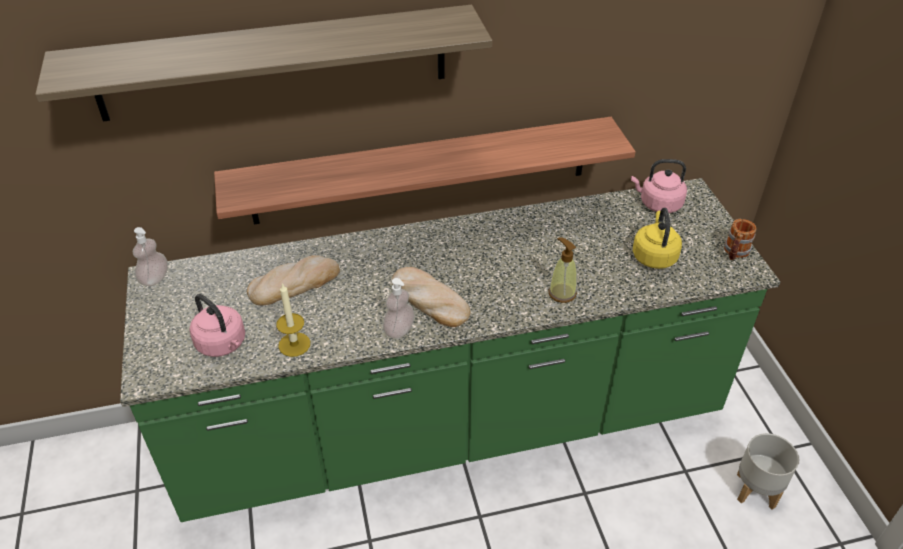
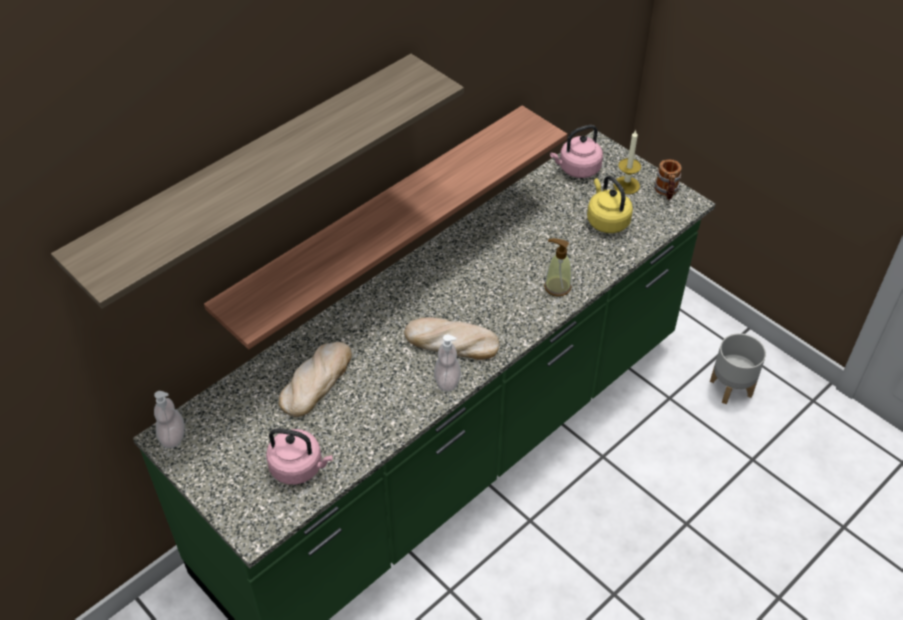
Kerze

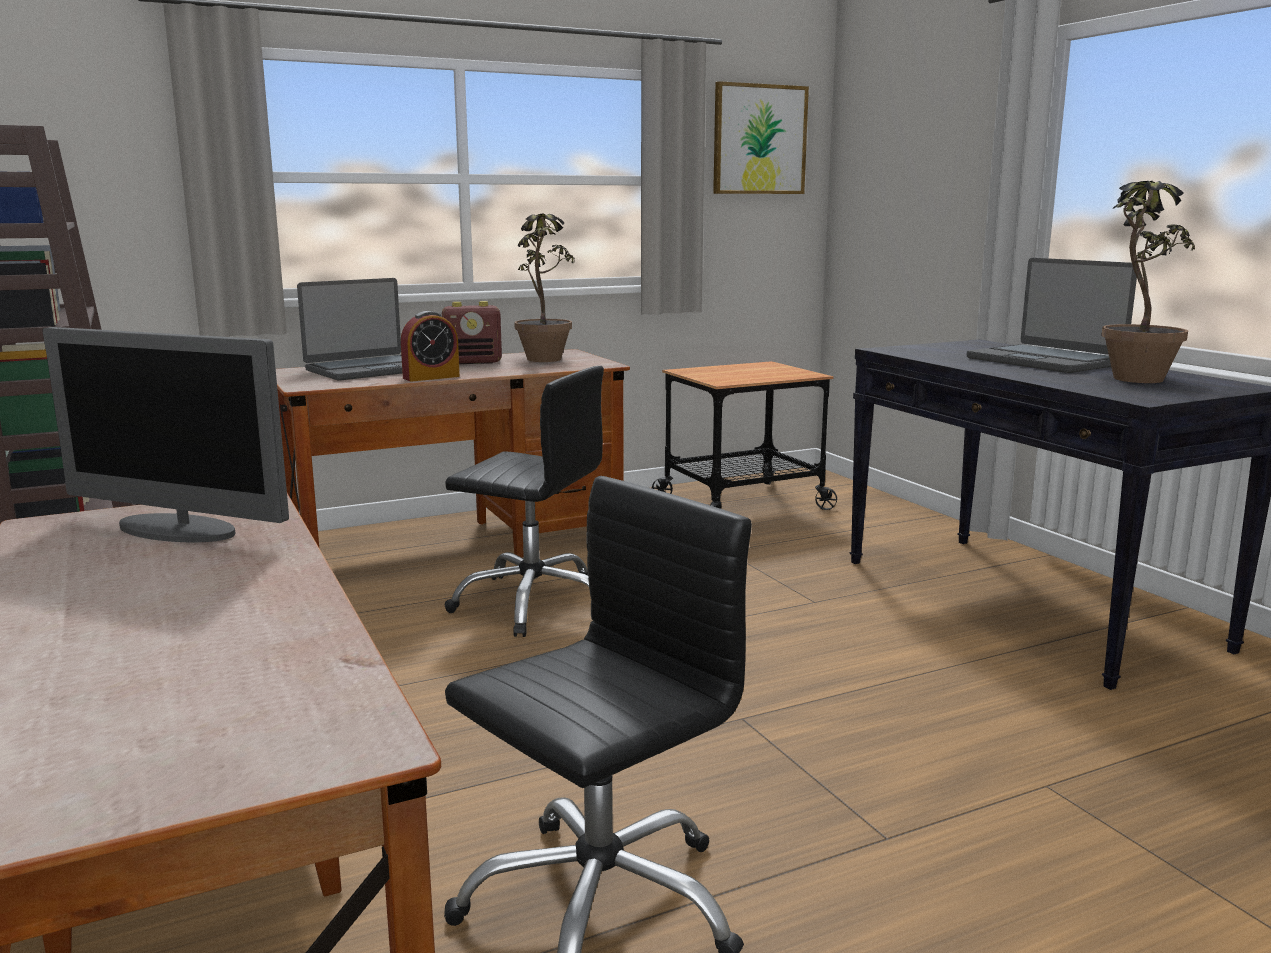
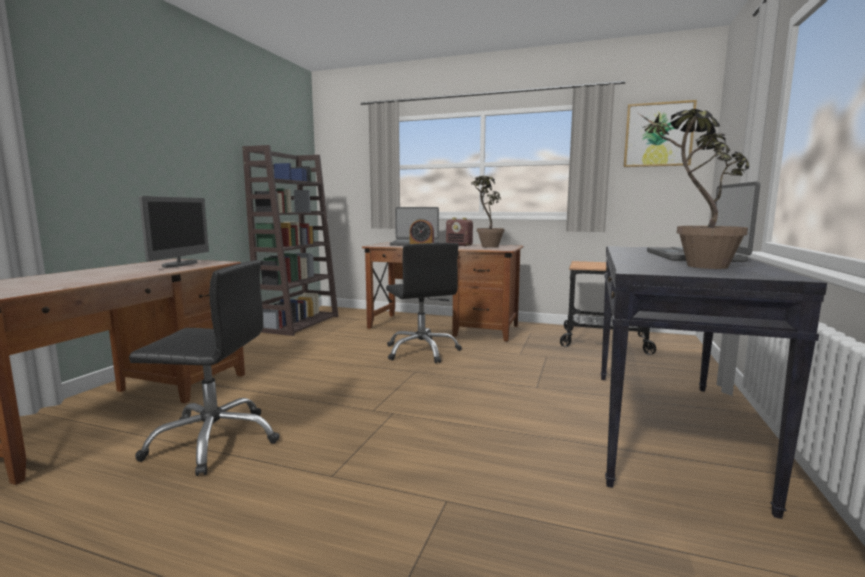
Monitor

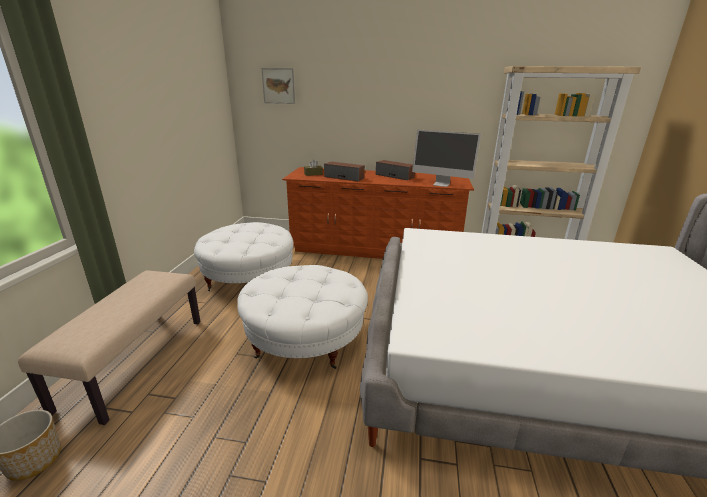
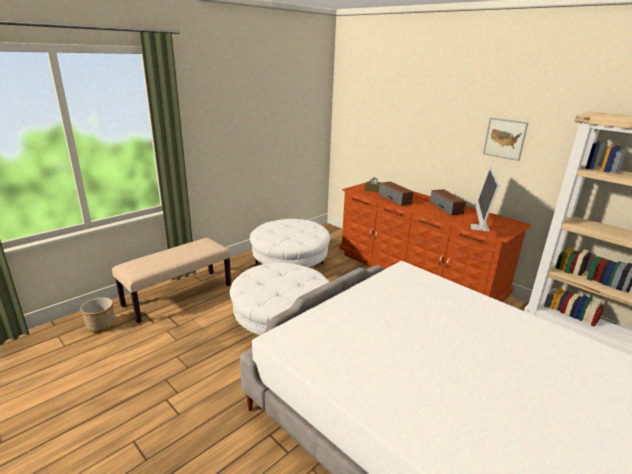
Bild; Monitor

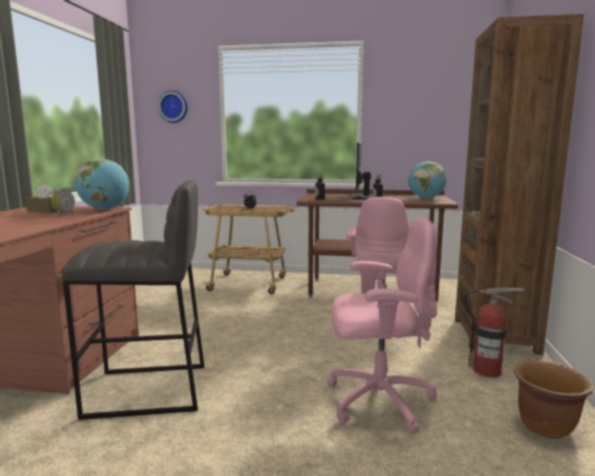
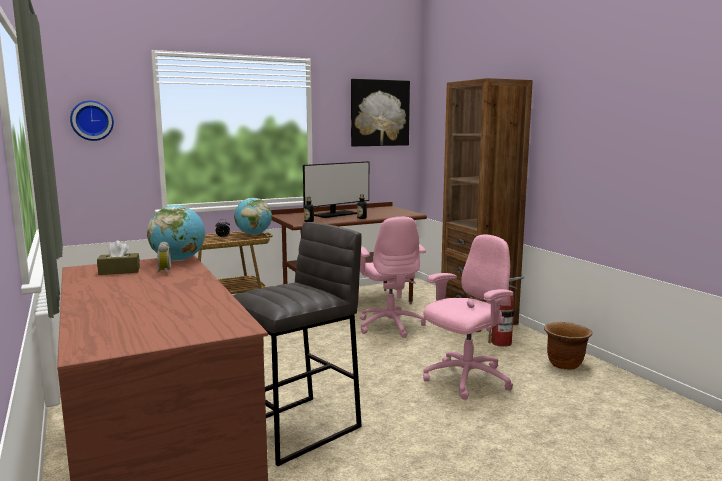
Bild; Globus (2nd from left); Monitor

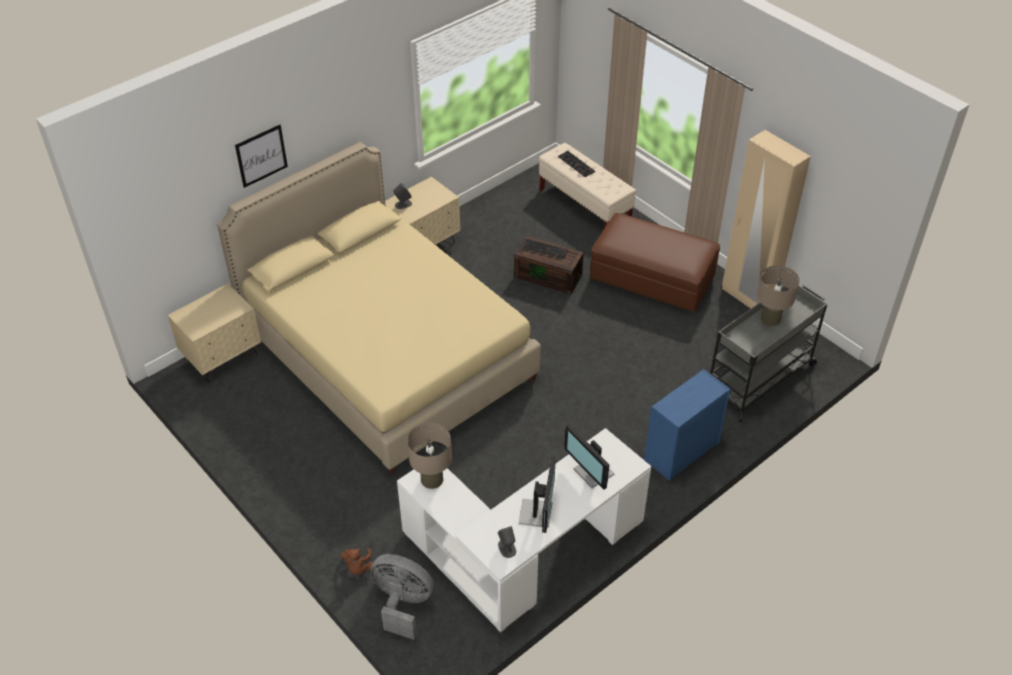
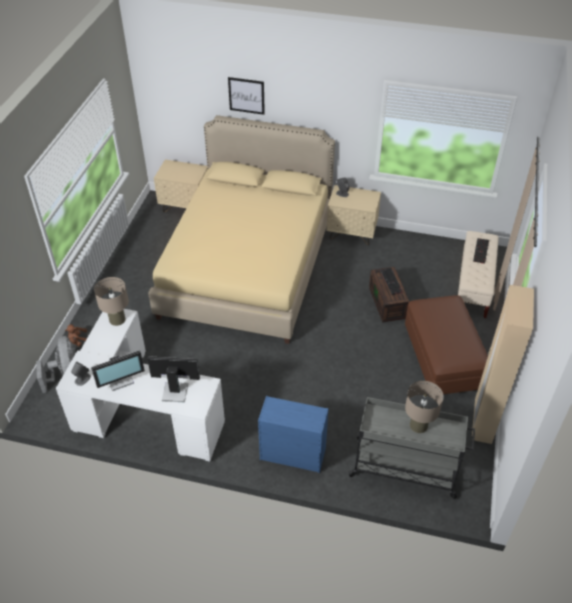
Monitor (2nd from left)

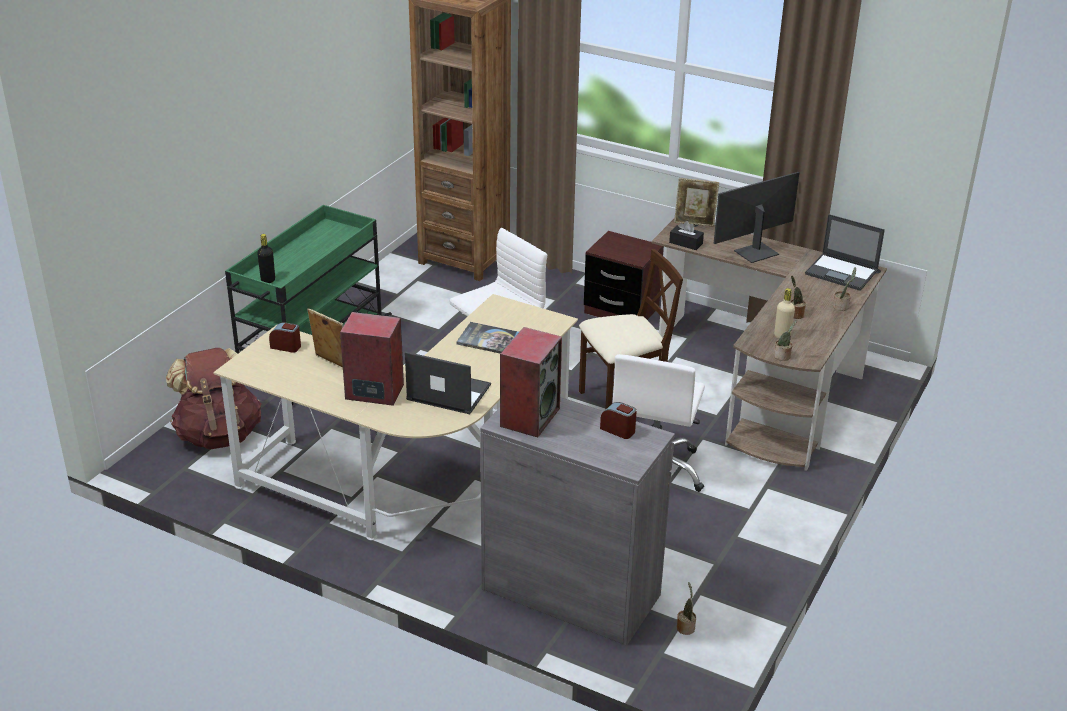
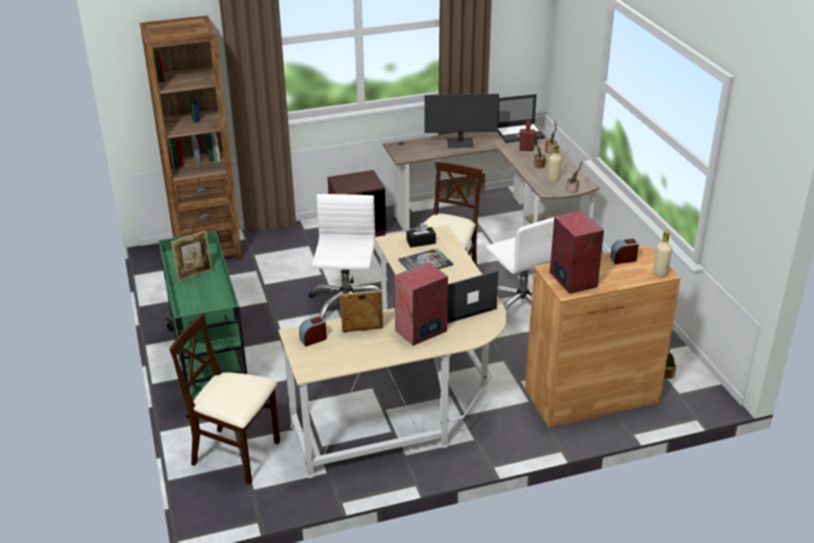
Flasche/schwarz; Flasche/rot; Flasche/beige (2nd from left); Taschentuchbox/schwarz; Bilderrahmen (1st from left); Stuhl/beige (1st from left); Schrank/braun; Monitor

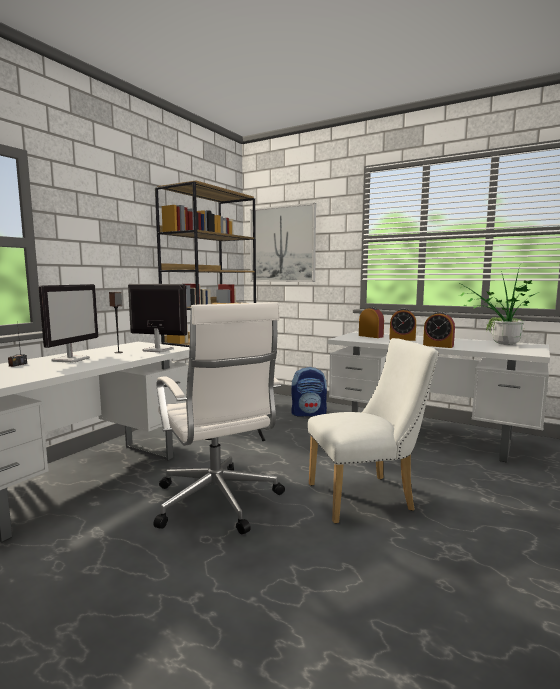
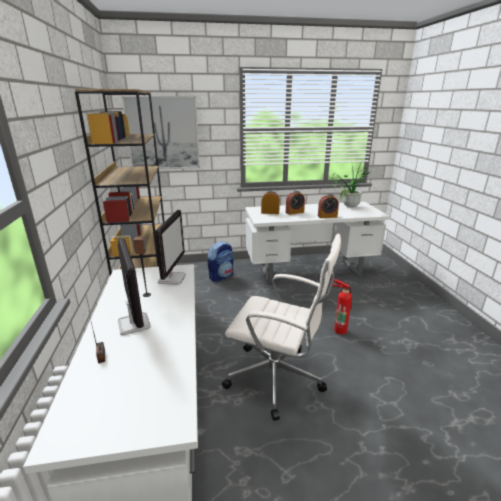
Feuerlöscher; Monitor (2nd from left)

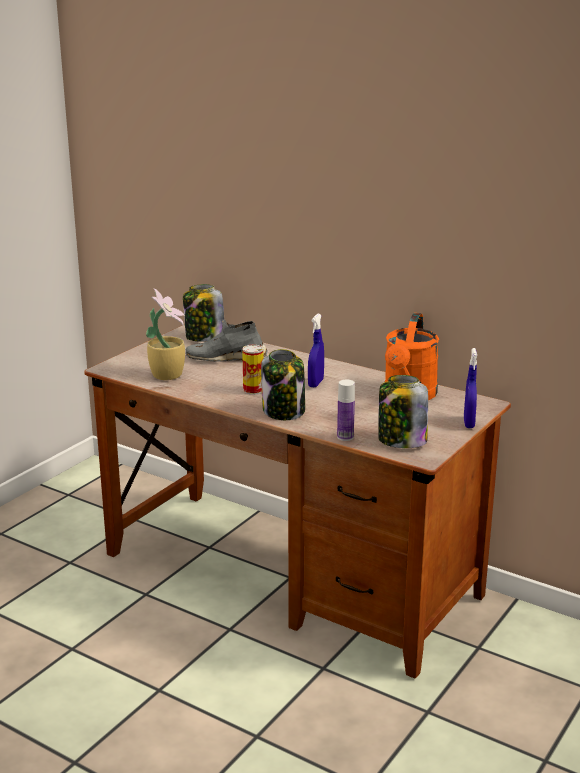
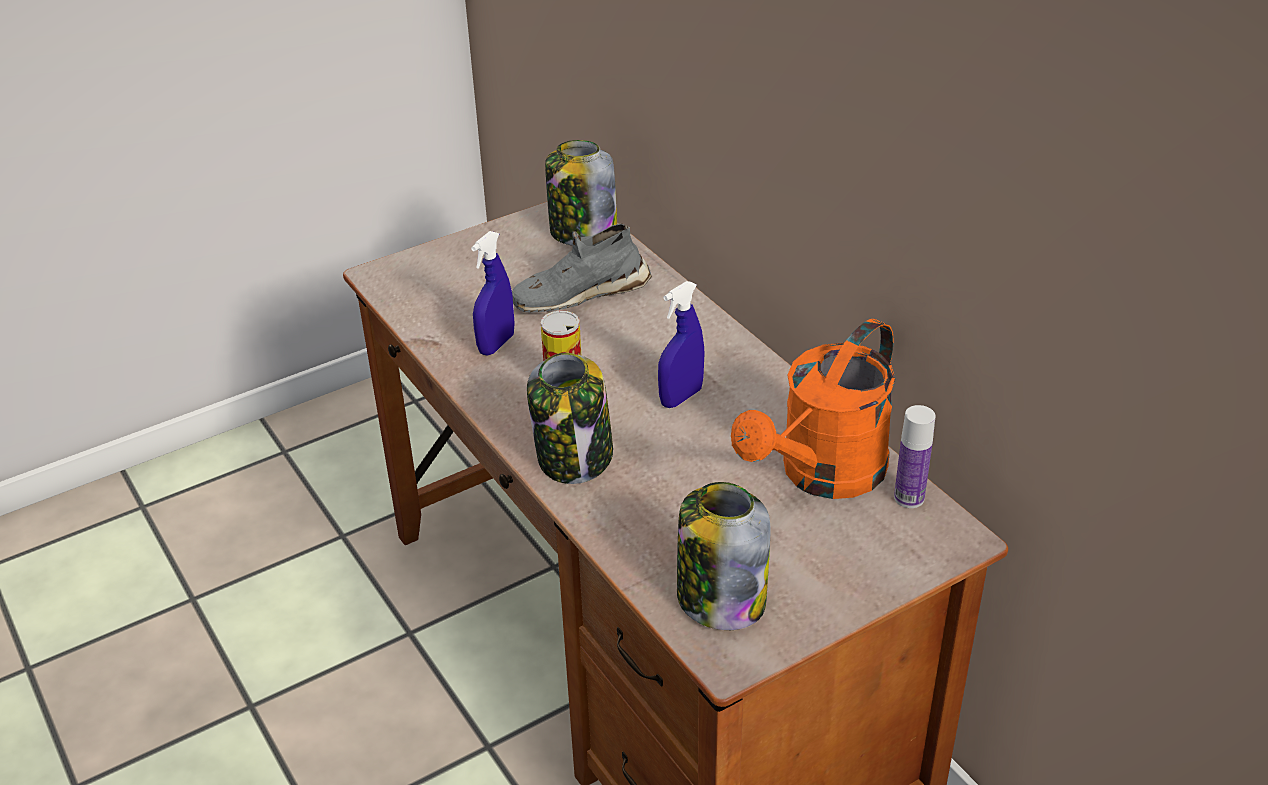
Topfpflanze; Flasche; Sprühflasche/blau (1st from left); Schuh/grau

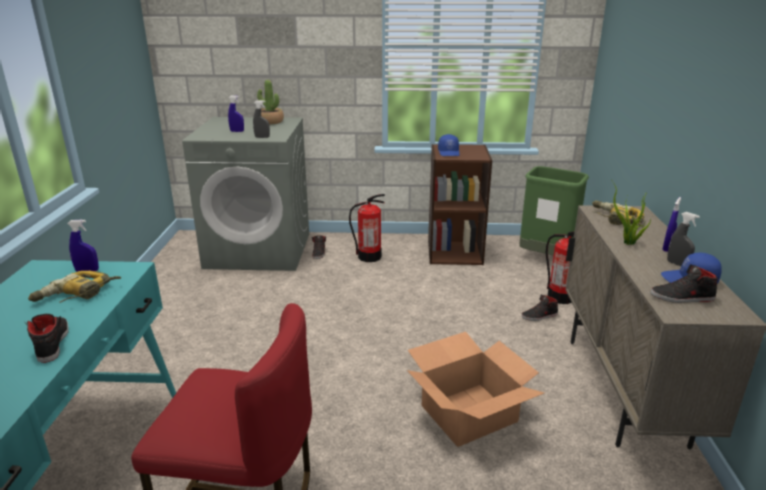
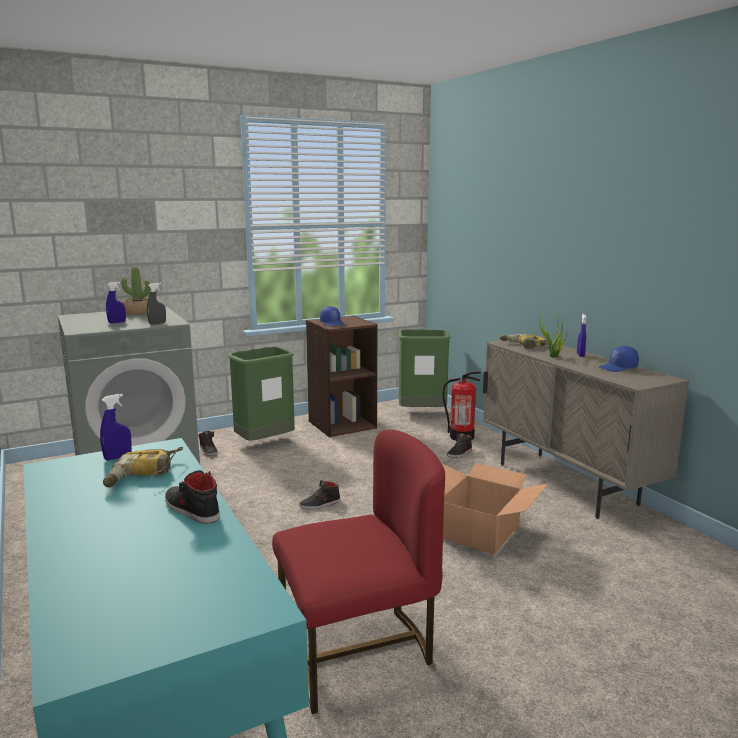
Sprühflasche/grau (2nd from left in the first image); Schuh/schwarz (3rd from left); Mülleimer/grün (1st from left)

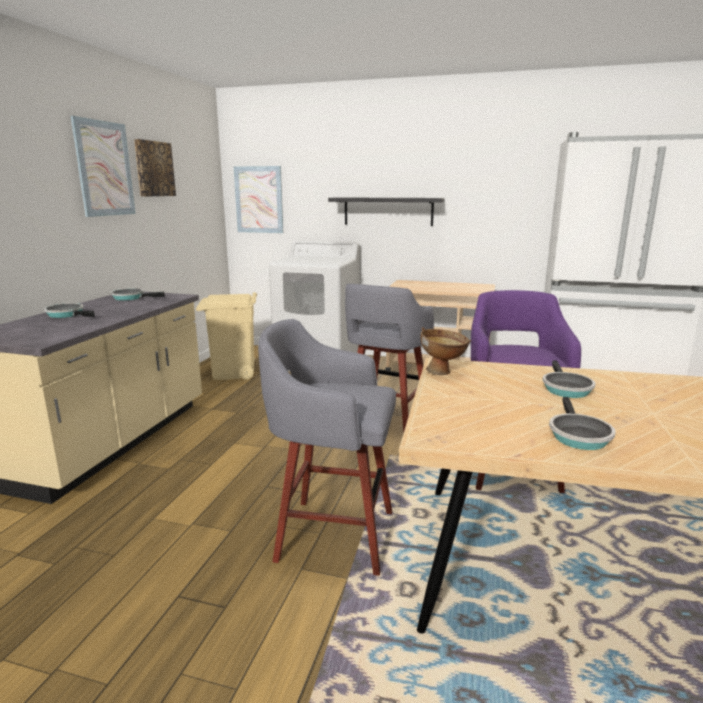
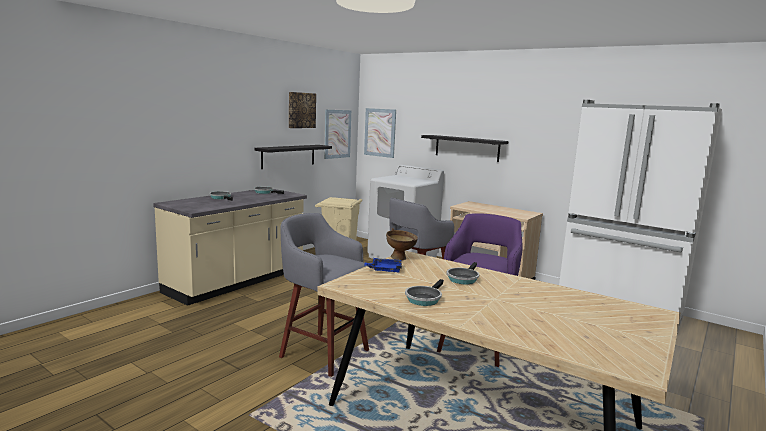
Wandregal/schwarz (1st from left); Tablett/blau; Bild (2nd from left)

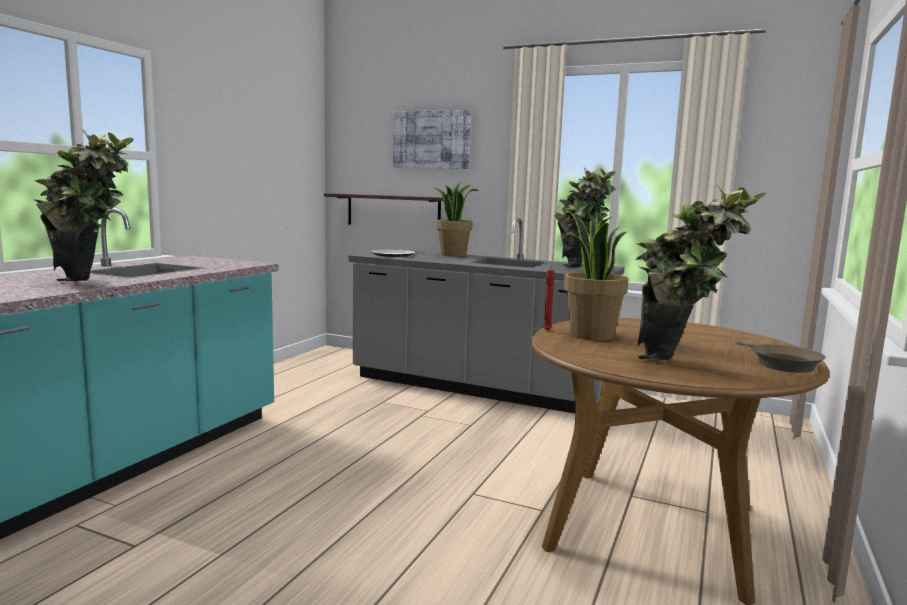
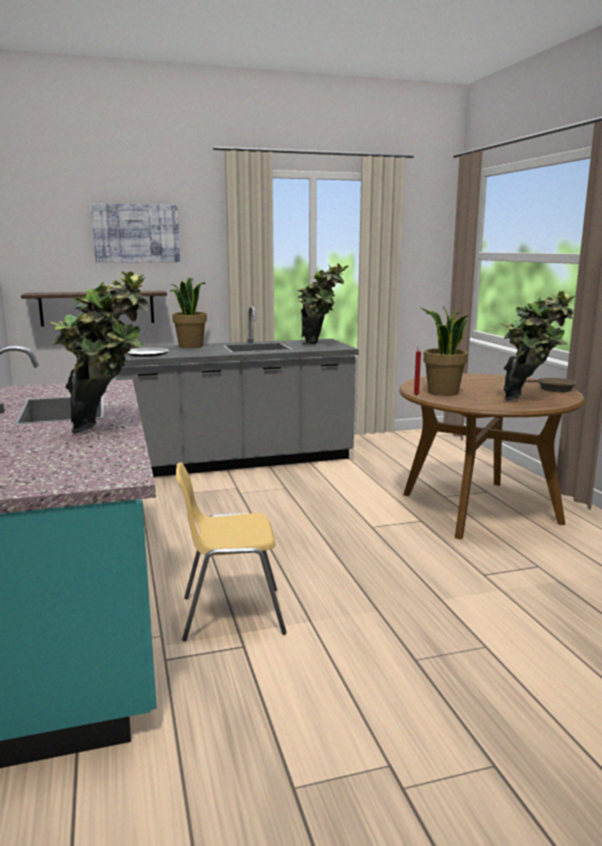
Stuhl/gelb

